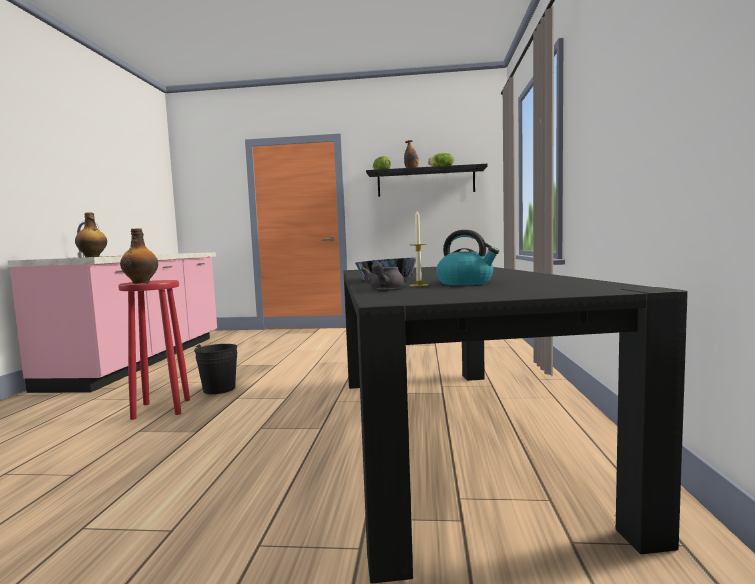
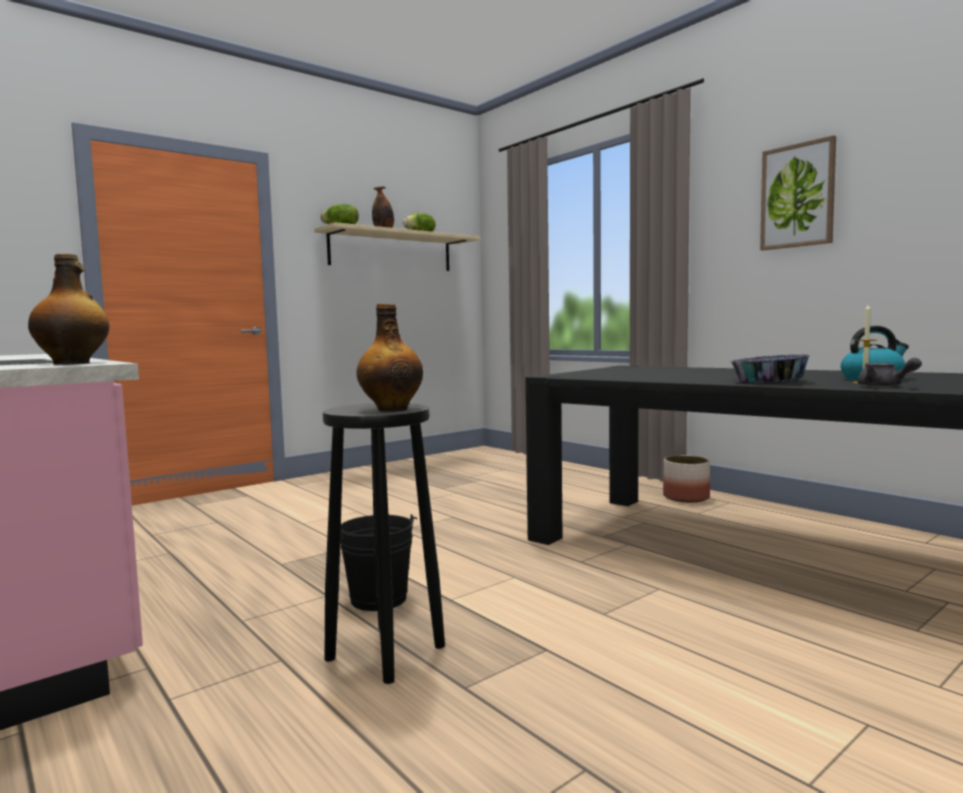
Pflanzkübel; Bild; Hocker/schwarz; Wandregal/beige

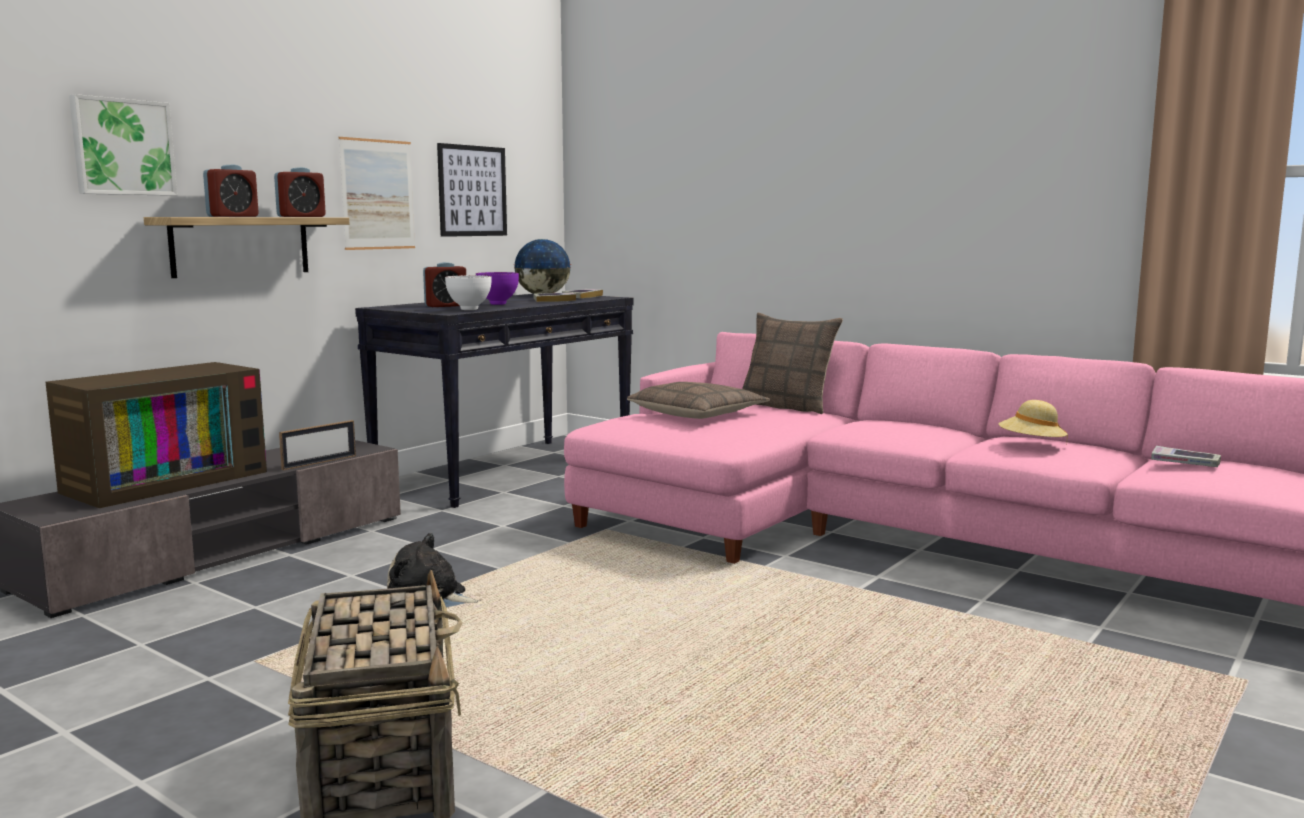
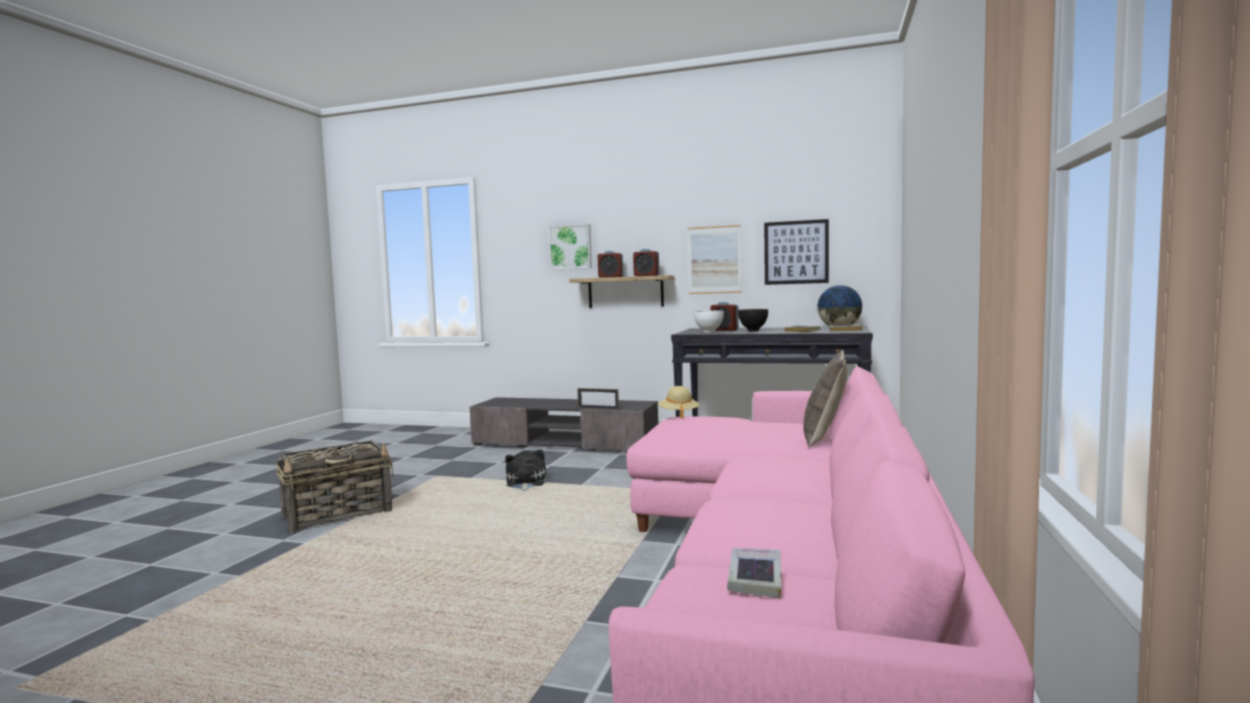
Fernseher; Kissen (1st from left in the first image); Hut/beige; Schüssel/schwarz

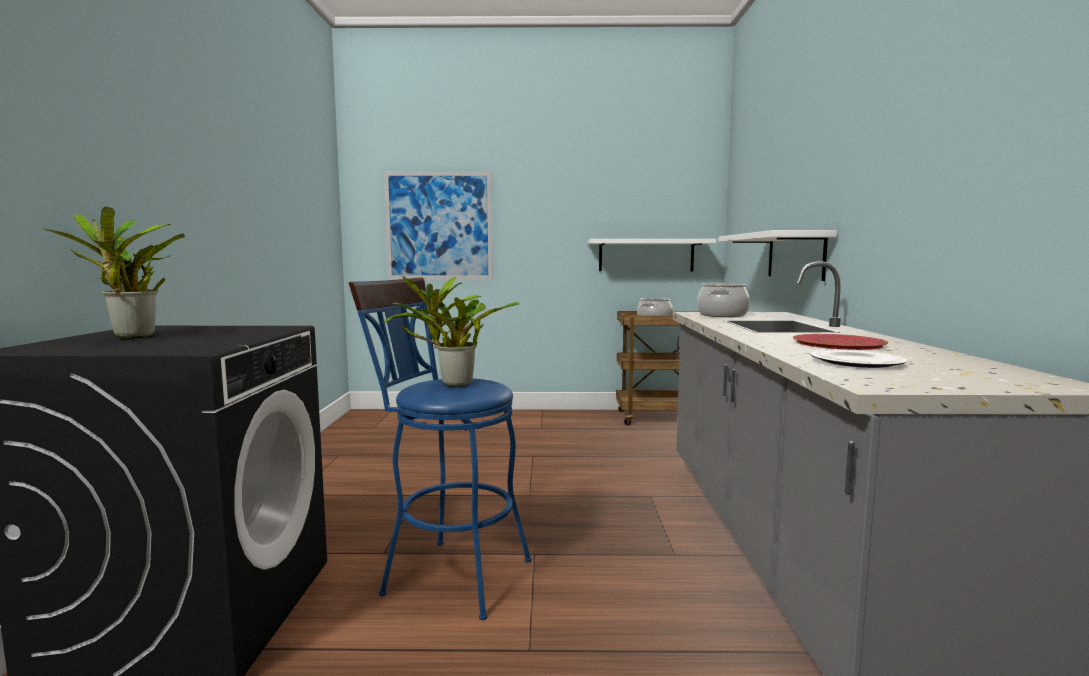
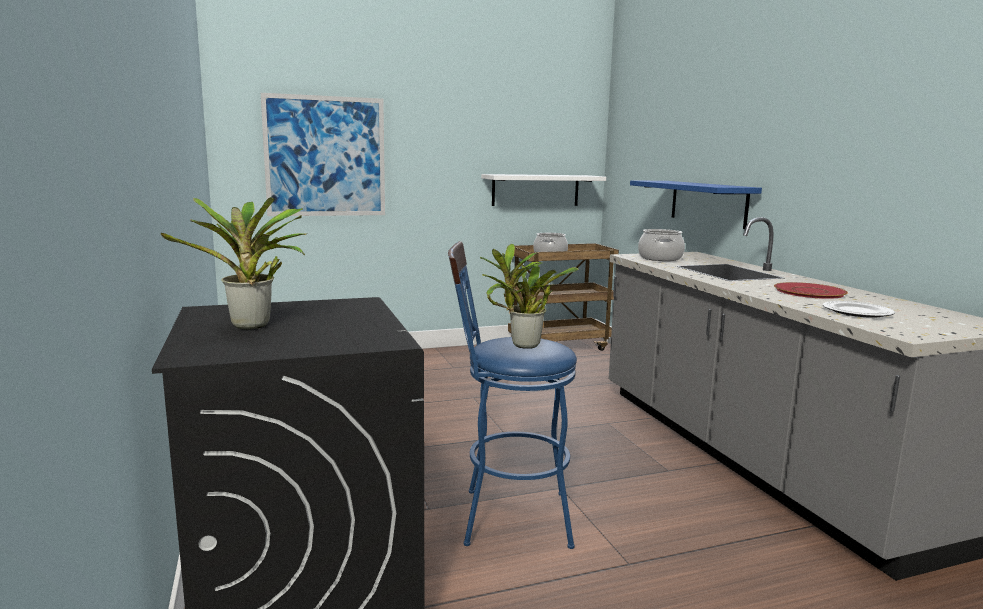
Wandregal/blau

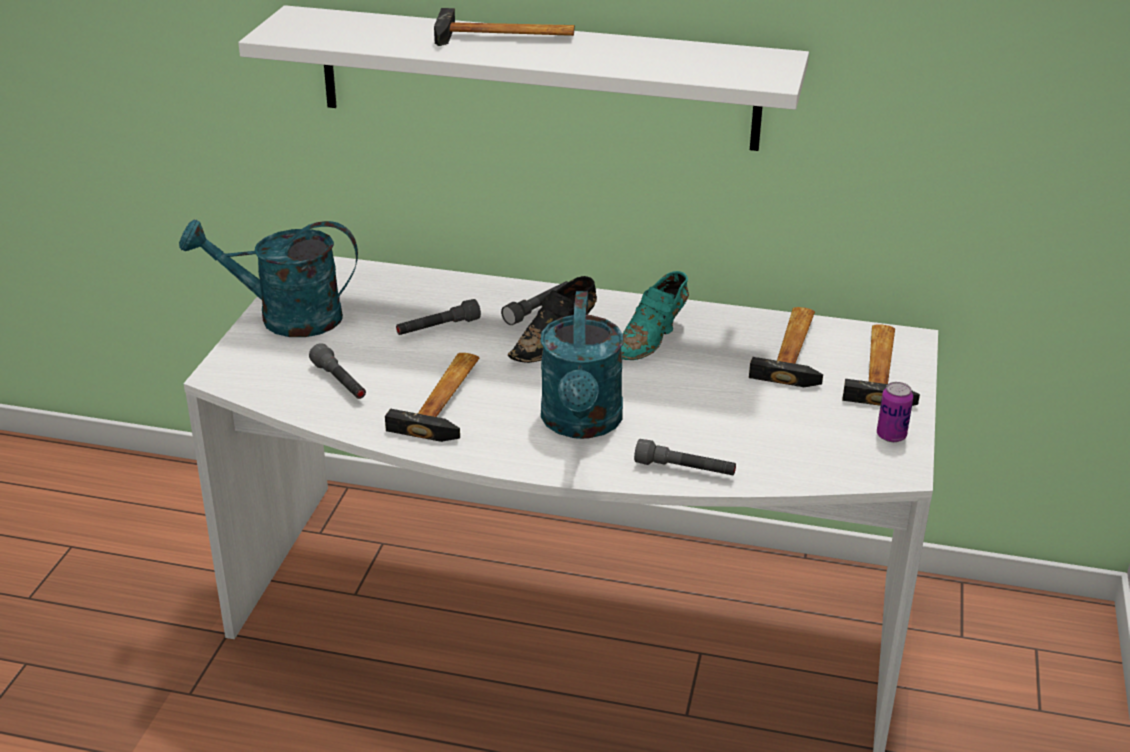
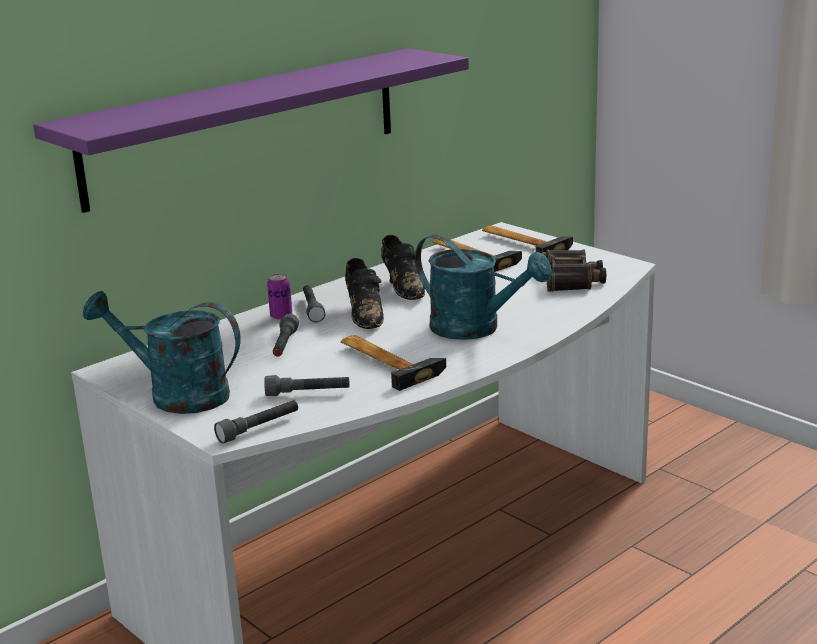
Hammer (2nd from left in the first image); Fernglas; Taschenlampe/grau (1st from left); Dose; Wandregal/lila; Schuh/schwarz (2nd from left); Gießkanne/türkis (1st from left)

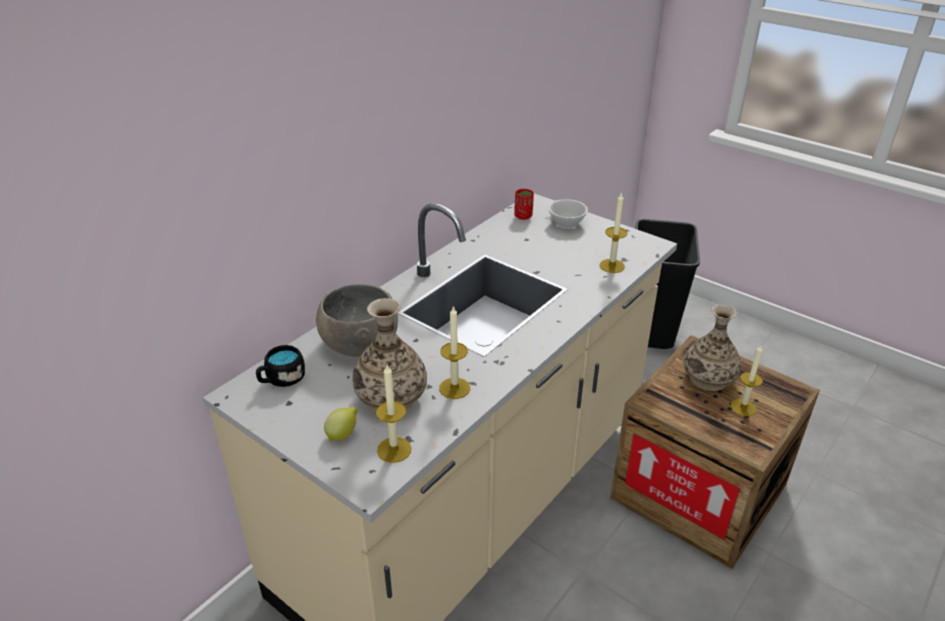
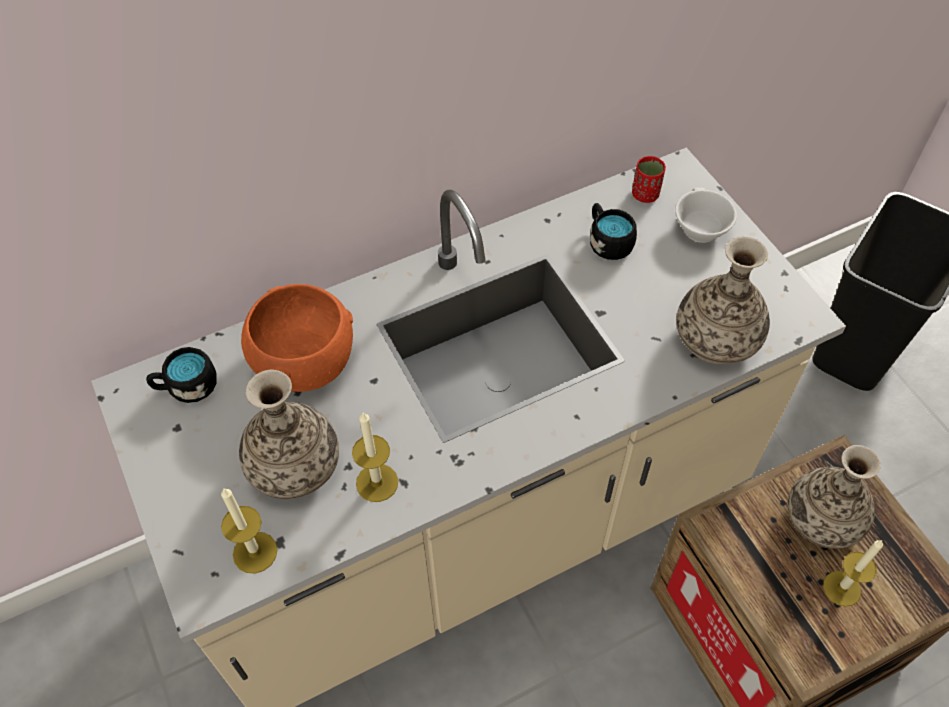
Zitrone; Henkelbecher/schwarz (2nd from left); Vase (2nd from left); Schüssel/orange

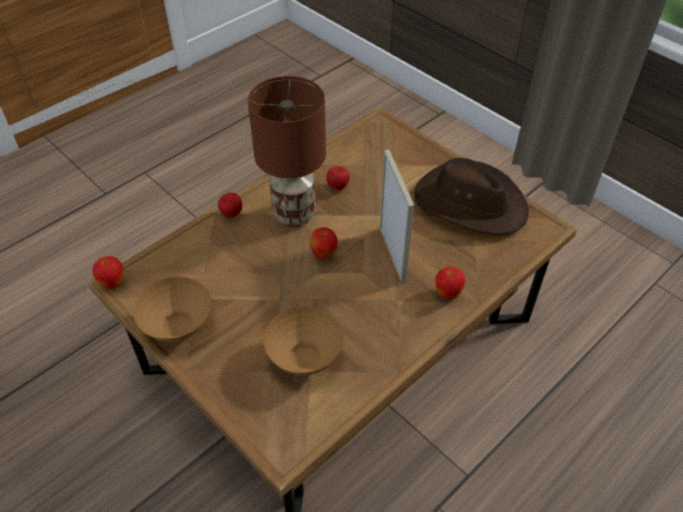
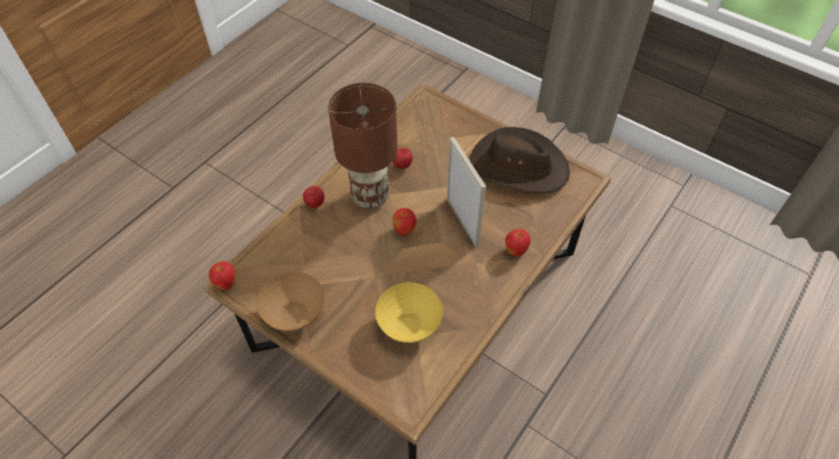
Schüssel/gelb

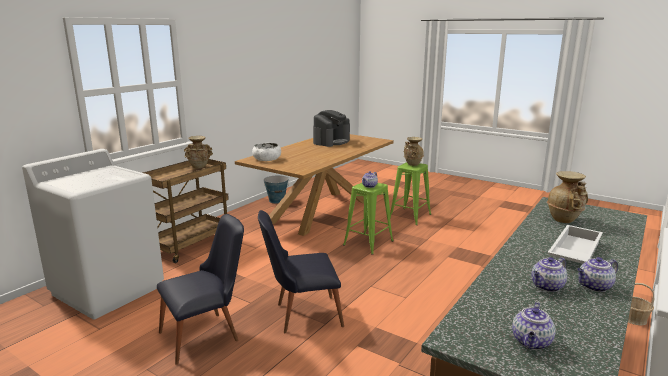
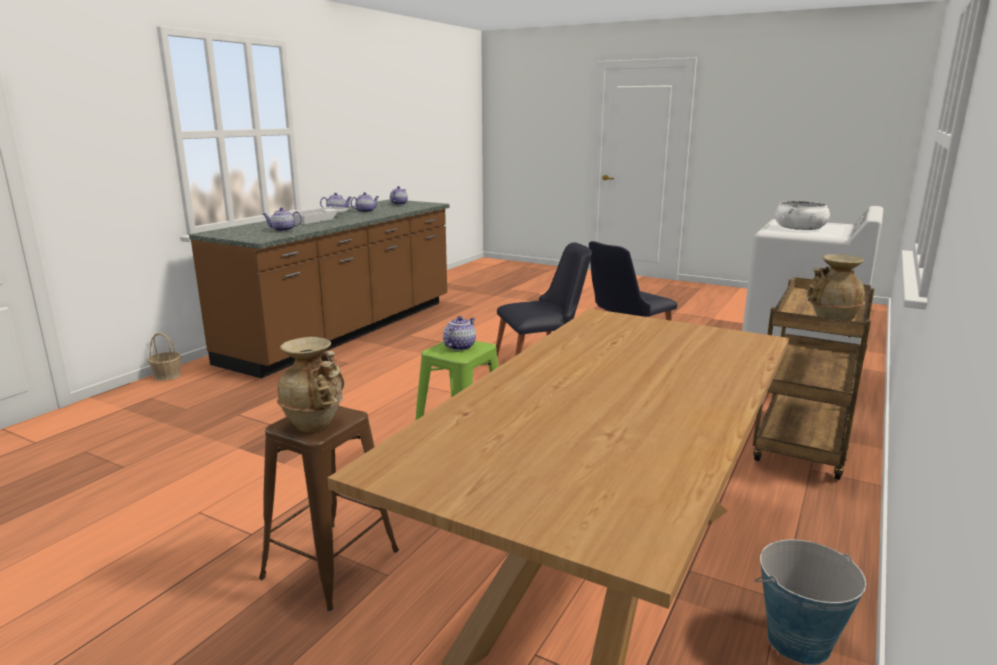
Kaffeemaschine; Schüssel/weiß; Teekanne (1st from left); Hocker/braun

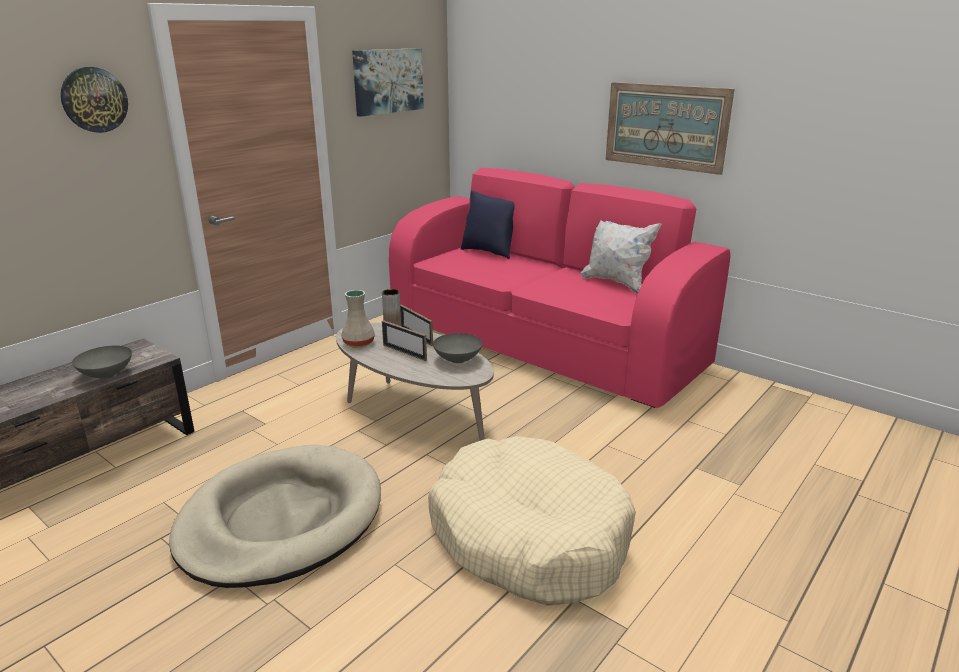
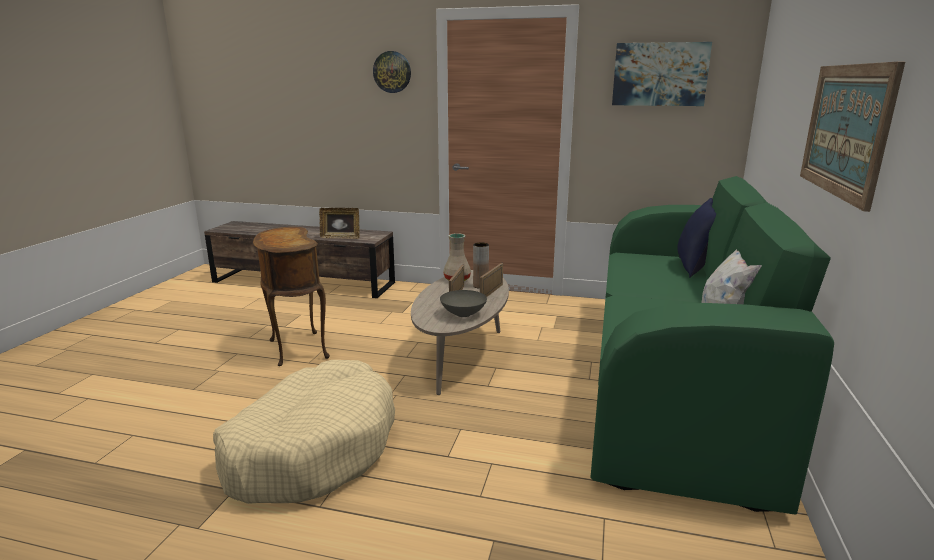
Bilderrahmen (1st from left); Beistelltisch/braun; Sofa/grün

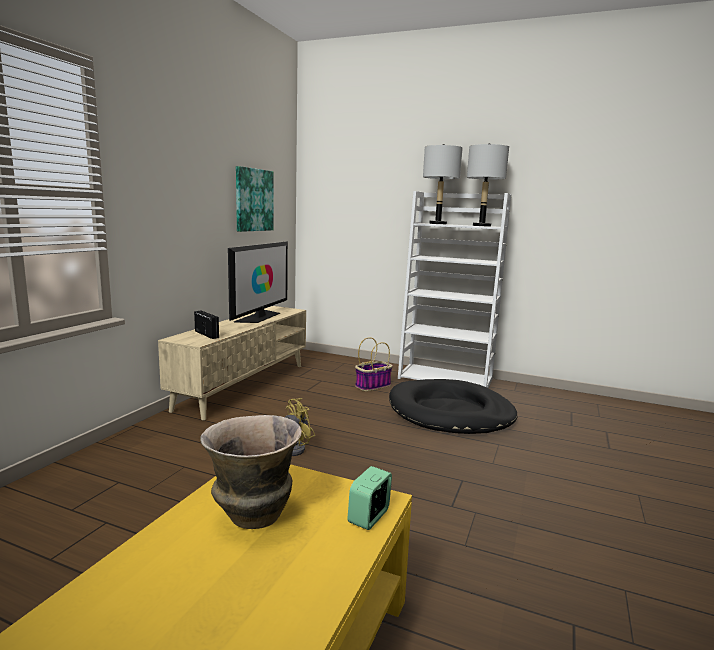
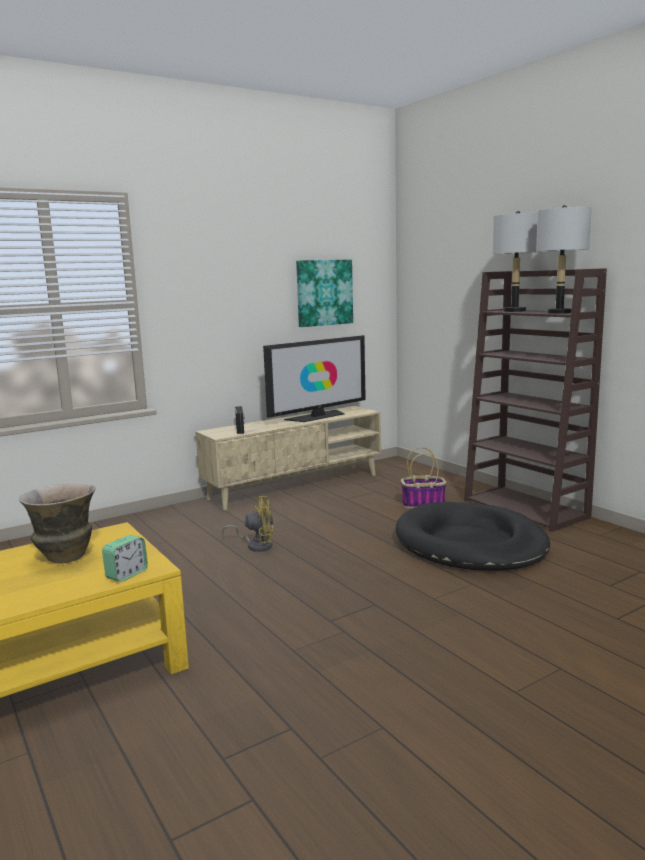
Bücherregal/braun; Wecker

